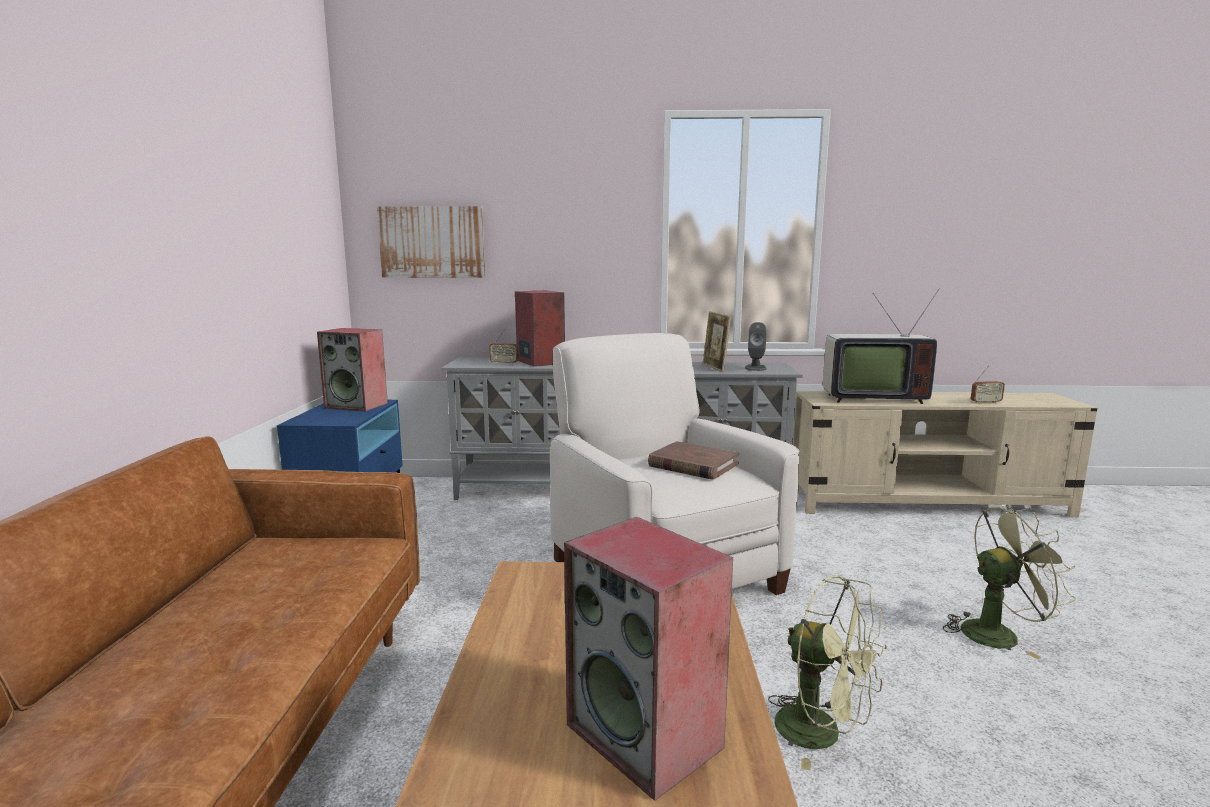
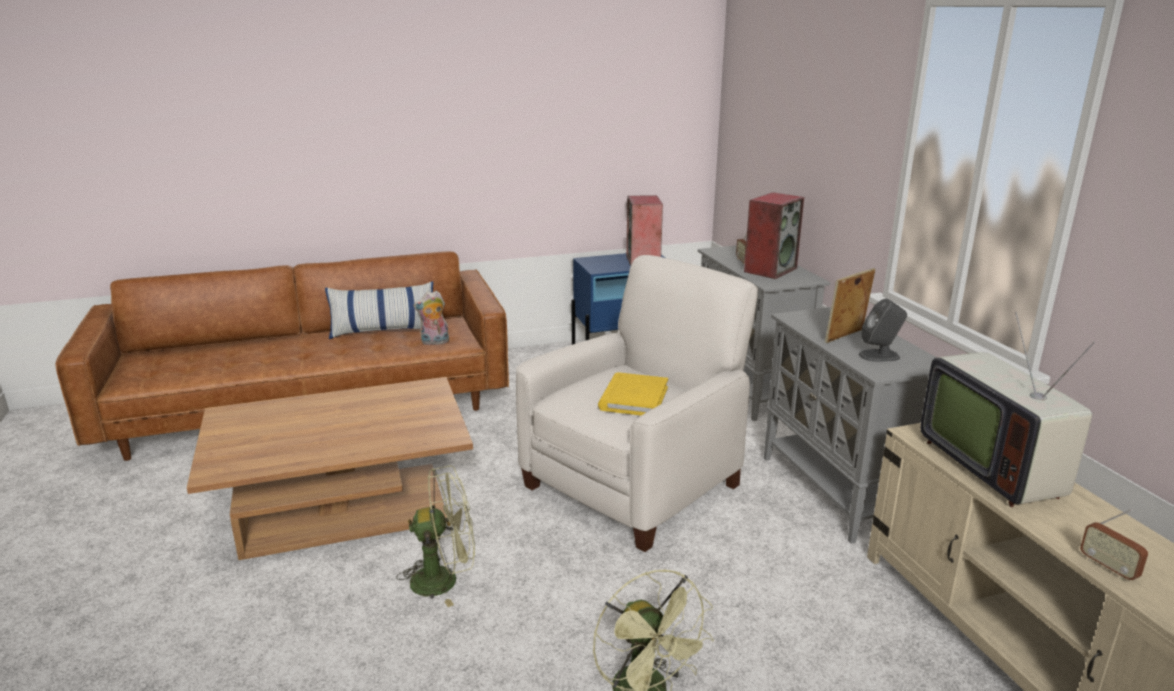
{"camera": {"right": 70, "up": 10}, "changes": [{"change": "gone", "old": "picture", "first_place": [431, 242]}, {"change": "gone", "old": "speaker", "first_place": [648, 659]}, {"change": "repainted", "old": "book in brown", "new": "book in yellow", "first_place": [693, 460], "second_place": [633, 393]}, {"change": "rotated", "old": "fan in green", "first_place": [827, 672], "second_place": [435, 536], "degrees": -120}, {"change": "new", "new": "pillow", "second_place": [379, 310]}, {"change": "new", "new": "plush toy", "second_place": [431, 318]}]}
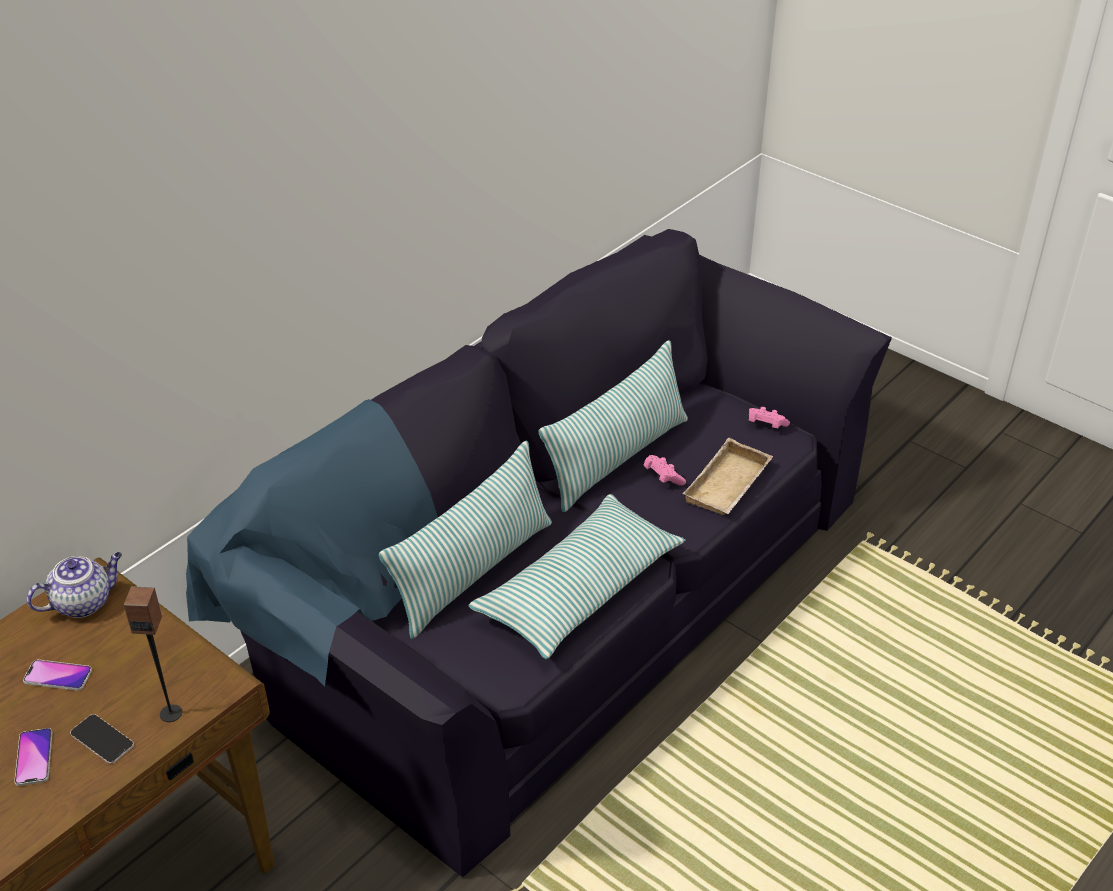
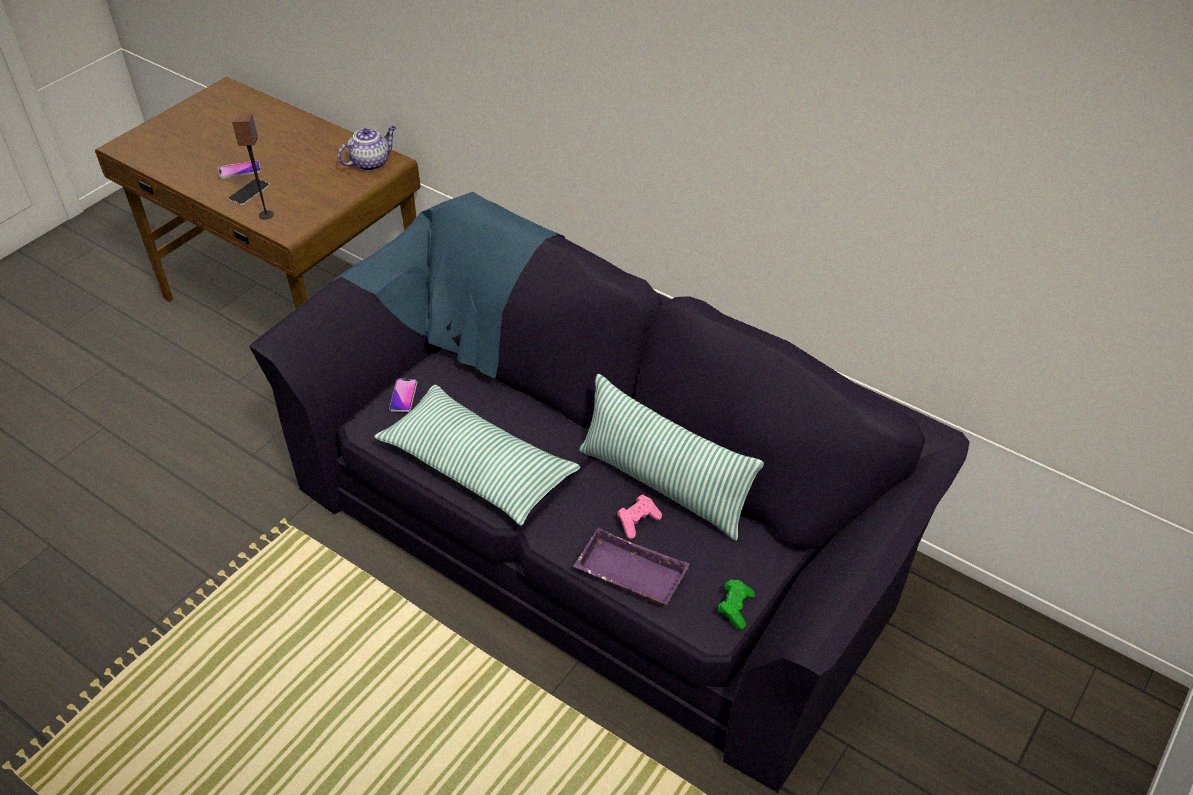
{"camera": {"right": 85, "up": 5}, "changes": [{"change": "shifted", "old": "phone", "first_place": [57, 675], "second_place": [403, 395]}, {"change": "rotated", "old": "teapot", "first_place": [74, 585], "second_place": [367, 148], "degrees": -90}, {"change": "gone", "old": "pillow", "first_place": [465, 540]}, {"change": "repainted", "old": "tray in beige", "new": "tray in purple", "first_place": [727, 476], "second_place": [631, 567]}, {"change": "repainted", "old": "game controller in pink", "new": "game controller in green", "first_place": [769, 417], "second_place": [736, 604]}]}
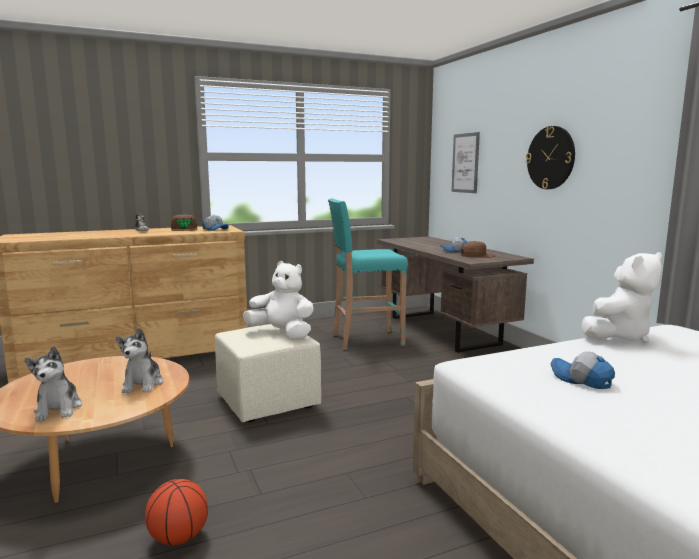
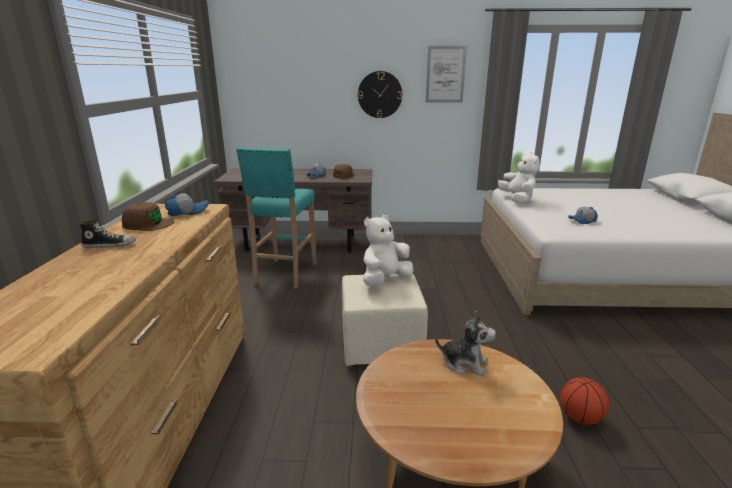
{"camera": {"right": -65, "up": 10}, "changes": [{"change": "gone", "old": "plush toy", "first_place": [53, 383]}, {"change": "shifted", "old": "picture", "first_place": [466, 162], "second_place": [446, 74]}]}
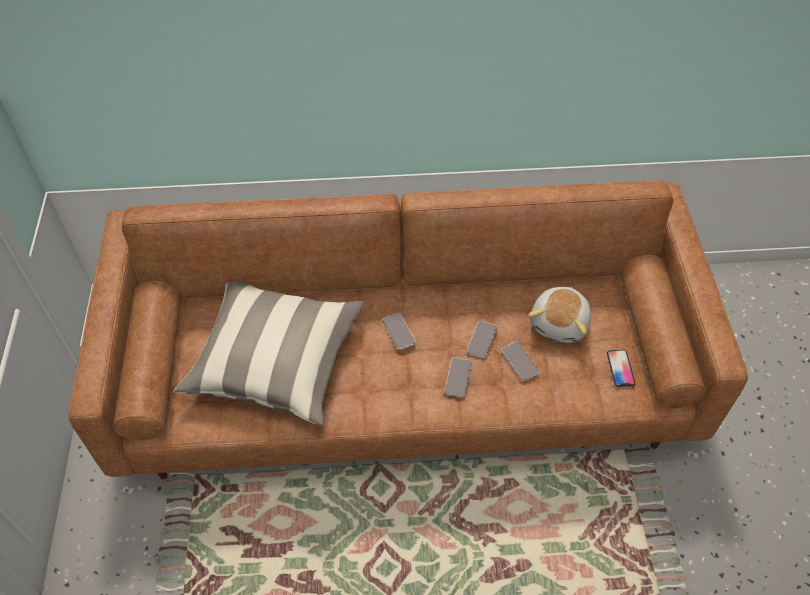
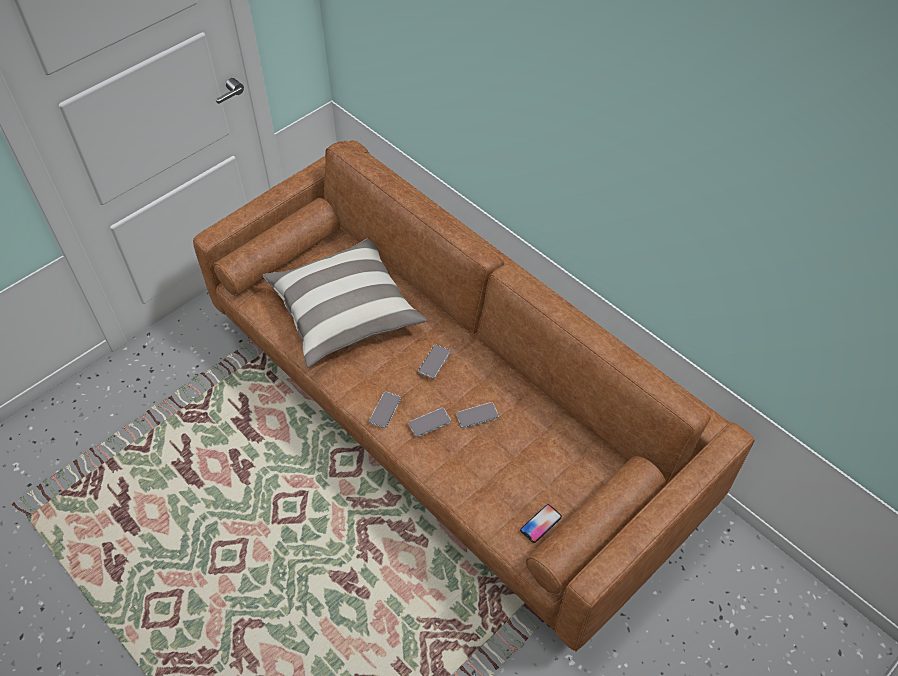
{"camera": {"right": 50, "up": 0}, "changes": [{"change": "shifted", "old": "phone", "first_place": [520, 361], "second_place": [385, 410]}, {"change": "gone", "old": "plush toy", "first_place": [559, 315]}]}
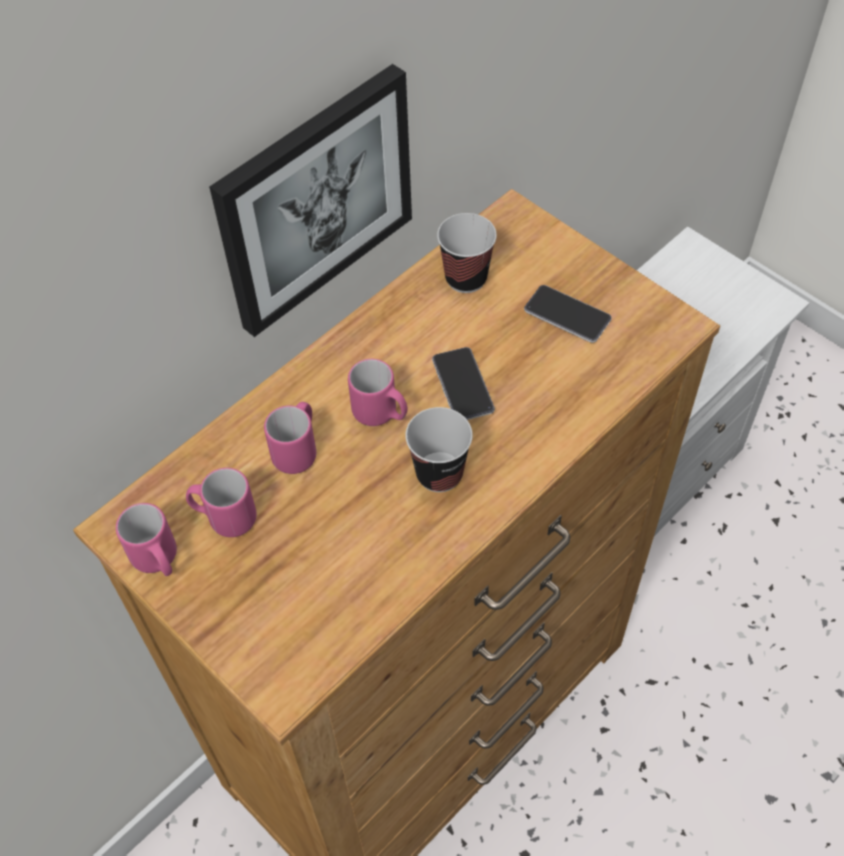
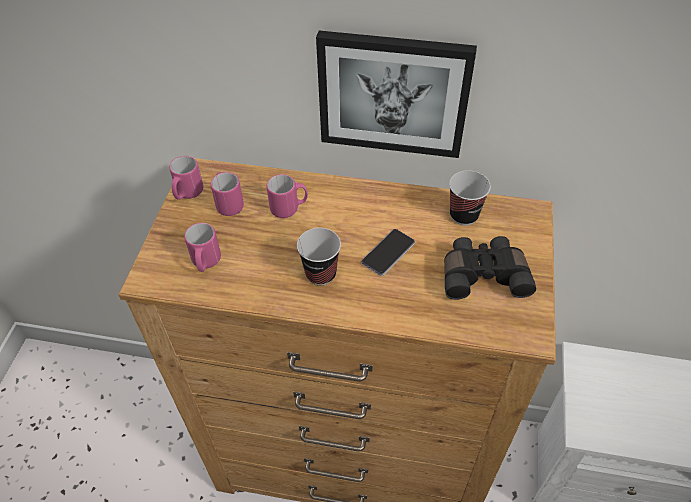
{"camera": {"right": 55, "up": -5}, "changes": [{"change": "shifted", "old": "mug in pink", "first_place": [377, 392], "second_place": [202, 247]}, {"change": "swapped", "old": "phone", "new": "binoculars in black", "first_place": [568, 314], "second_place": [490, 268]}]}
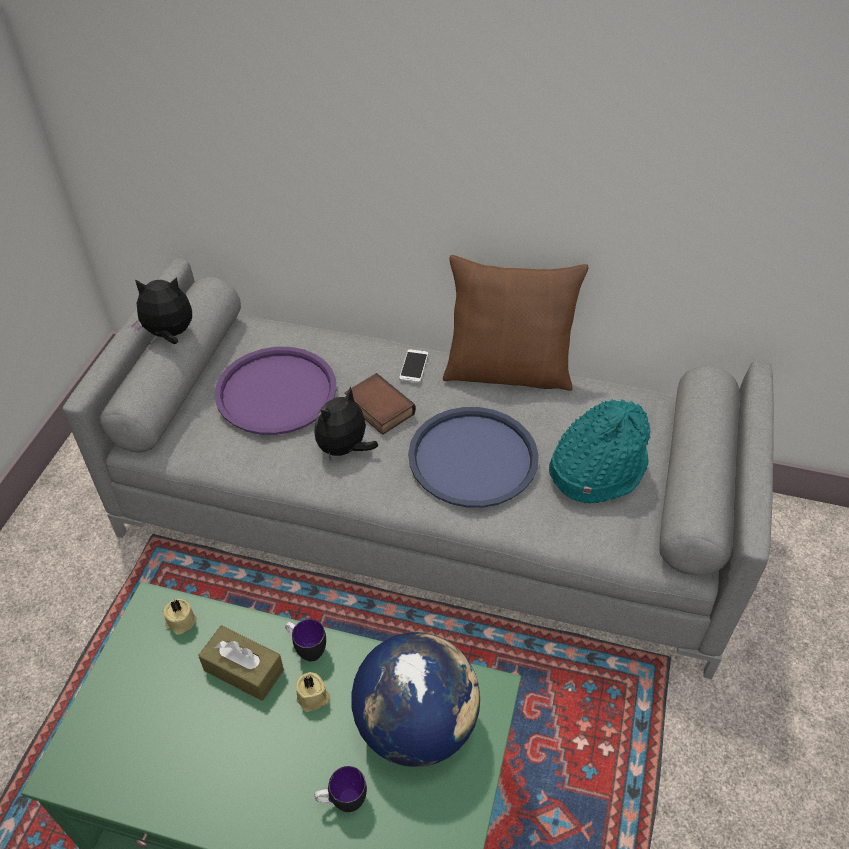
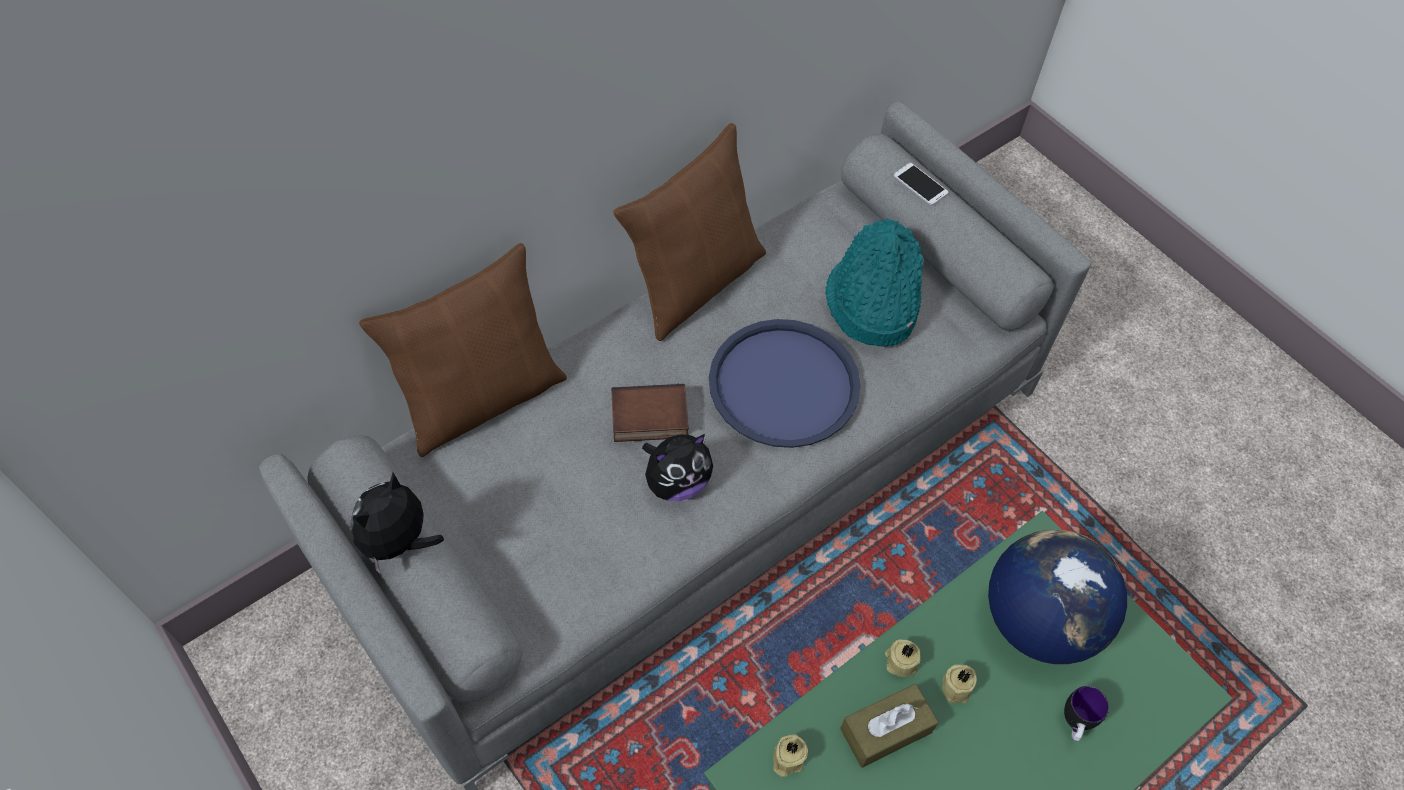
{"camera": {"right": -55, "up": 10}, "changes": [{"change": "gone", "old": "tray in purple", "first_place": [276, 391]}, {"change": "swapped", "old": "mug", "new": "candle in beige", "first_place": [305, 640], "second_place": [902, 658]}, {"change": "rotated", "old": "plush toy", "first_place": [346, 424], "second_place": [677, 467], "degrees": -105}, {"change": "shifted", "old": "phone", "first_place": [413, 366], "second_place": [921, 184]}, {"change": "new", "new": "pillow in brown", "second_place": [463, 350]}]}
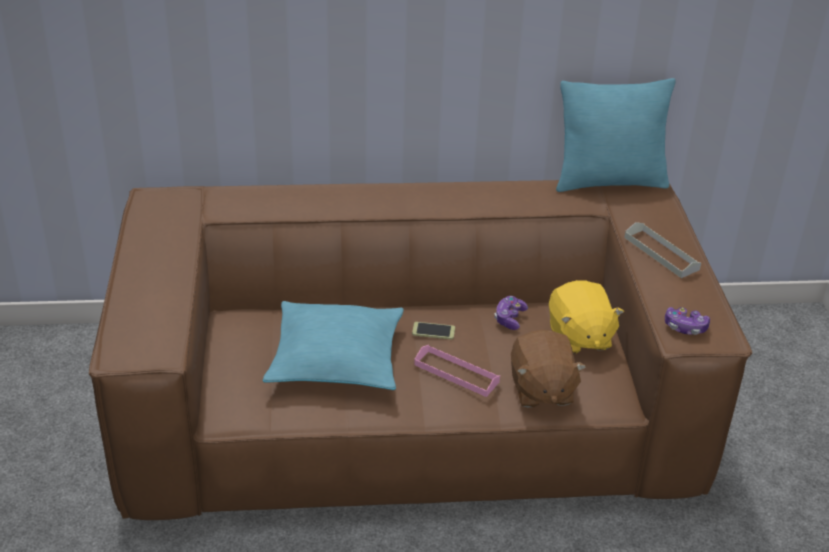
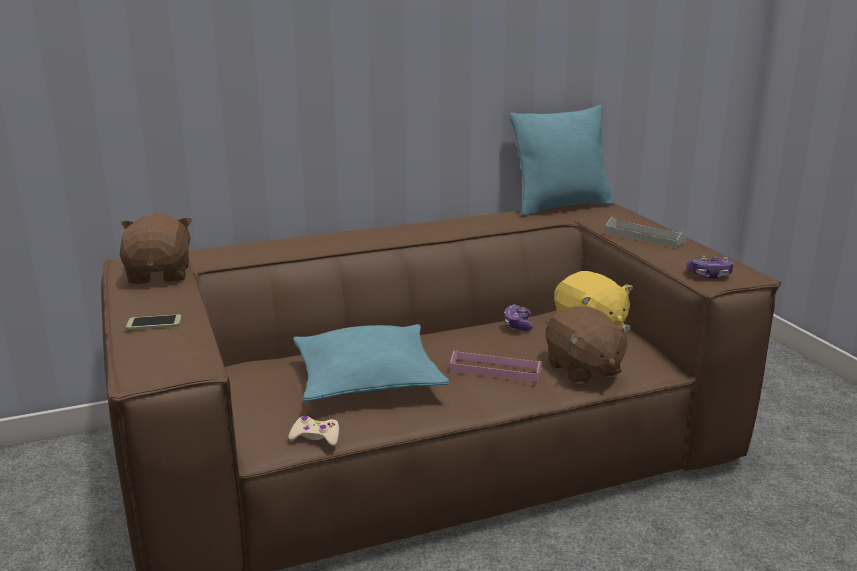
{"camera": {"right": -15, "up": -15}, "changes": [{"change": "shifted", "old": "phone", "first_place": [433, 331], "second_place": [154, 322]}, {"change": "new", "new": "plush toy in brown", "second_place": [156, 248]}, {"change": "new", "new": "game controller in beige", "second_place": [314, 431]}]}
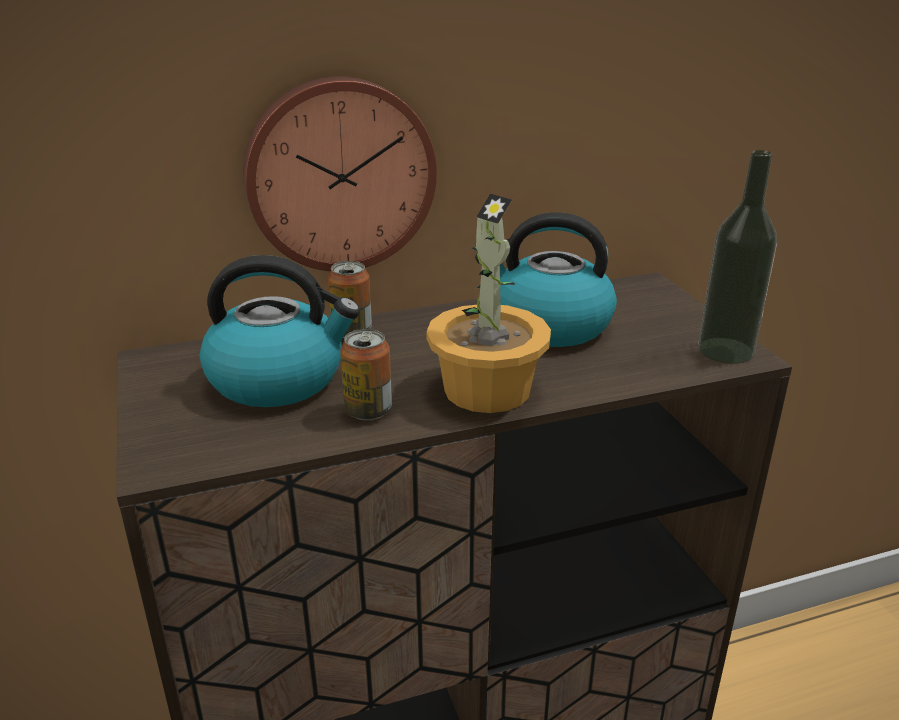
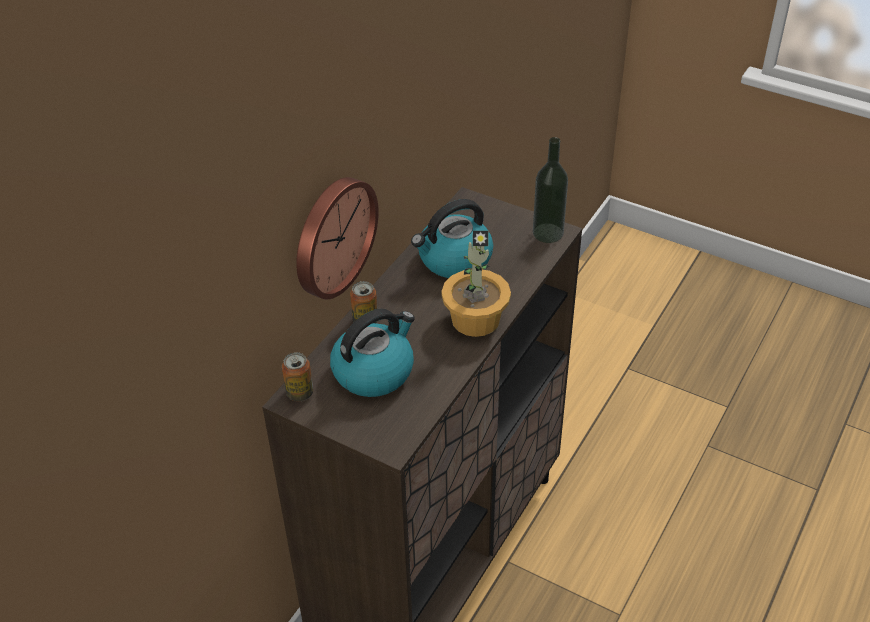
{"camera": {"right": -40, "up": 15}, "changes": [{"change": "shifted", "old": "can", "first_place": [366, 375], "second_place": [297, 376]}]}
